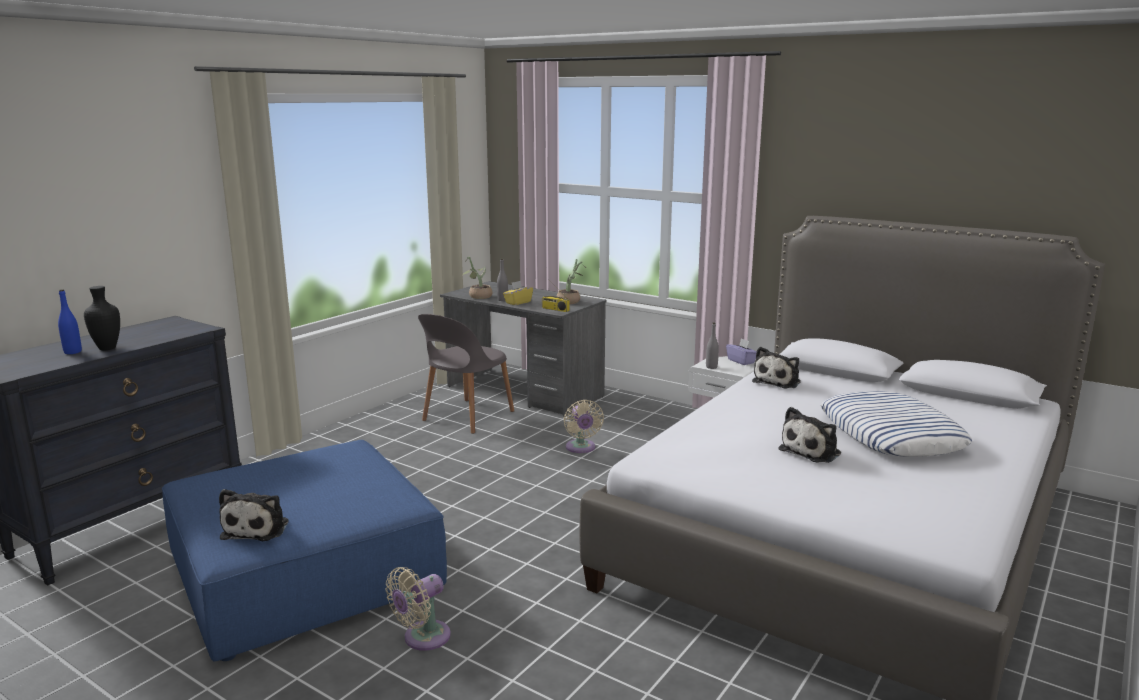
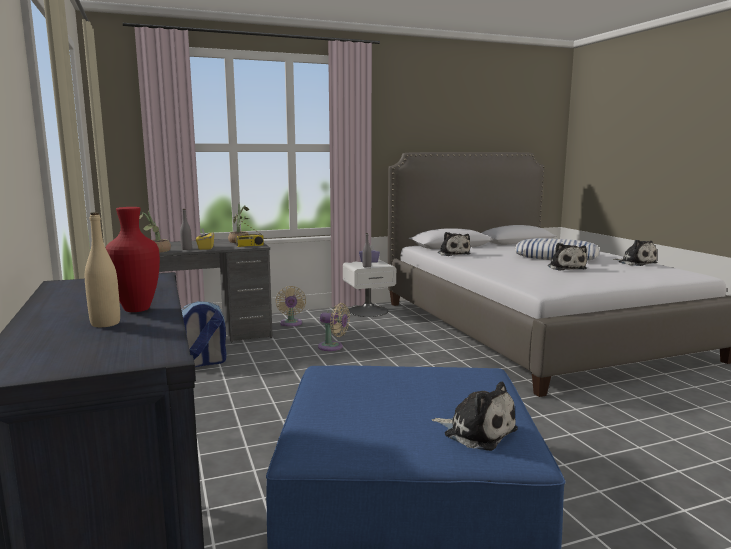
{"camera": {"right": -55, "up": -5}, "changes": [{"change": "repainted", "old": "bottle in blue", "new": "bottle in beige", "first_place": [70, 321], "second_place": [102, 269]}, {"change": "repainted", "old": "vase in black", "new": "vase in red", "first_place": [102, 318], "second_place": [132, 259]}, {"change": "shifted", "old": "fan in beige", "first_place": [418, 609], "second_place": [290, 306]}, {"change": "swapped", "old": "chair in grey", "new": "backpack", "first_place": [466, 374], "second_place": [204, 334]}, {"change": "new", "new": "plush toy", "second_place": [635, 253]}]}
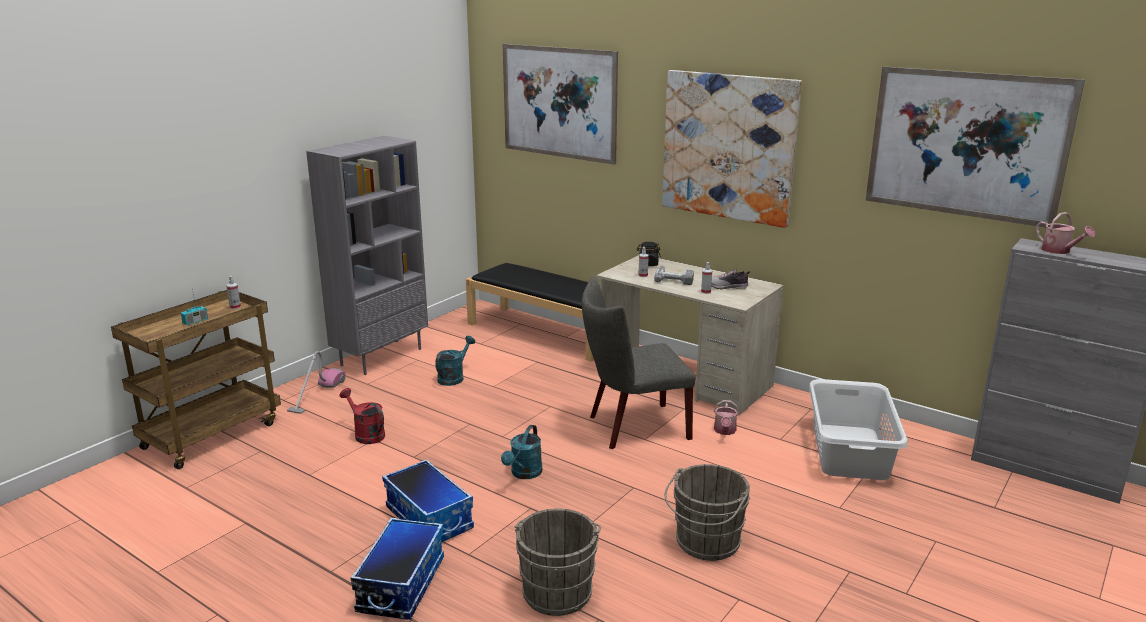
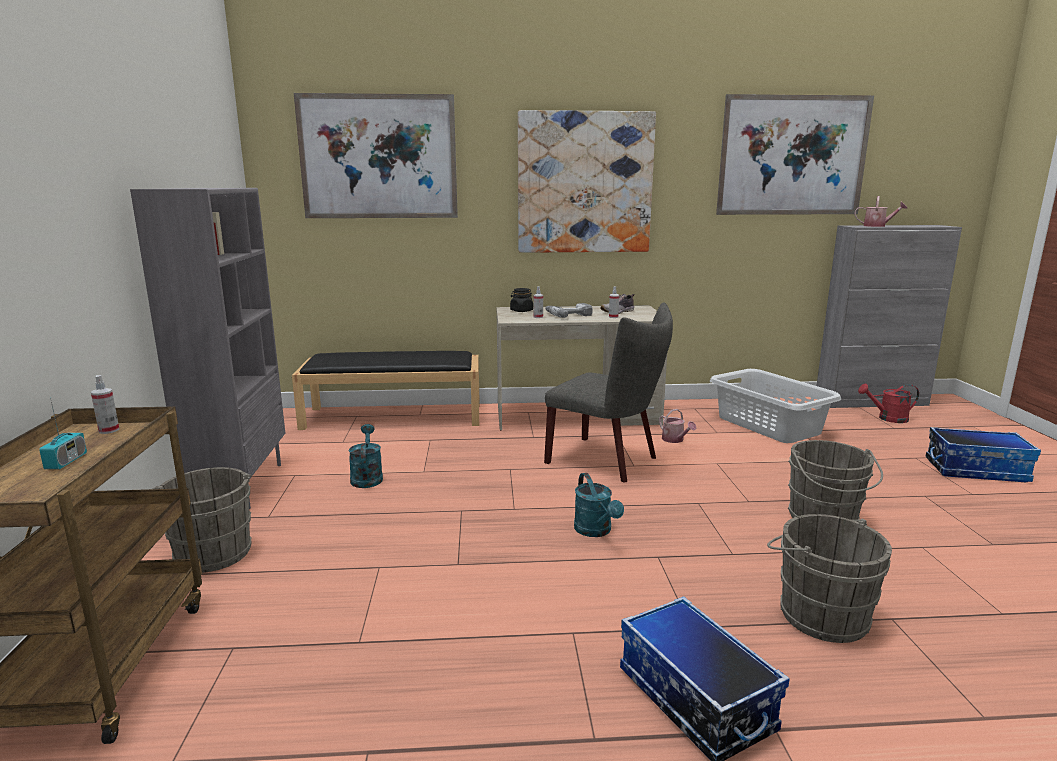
{"camera": {"right": -40, "up": -5}, "changes": [{"change": "swapped", "old": "vacuum cleaner", "new": "bucket in grey", "first_place": [316, 382], "second_place": [202, 520]}, {"change": "shifted", "old": "watering can in red", "first_place": [362, 416], "second_place": [888, 403]}, {"change": "shifted", "old": "storage box", "first_place": [428, 500], "second_place": [983, 454]}, {"change": "rotated", "old": "chair in grey", "first_place": [639, 363], "second_place": [608, 392], "degrees": -90}]}
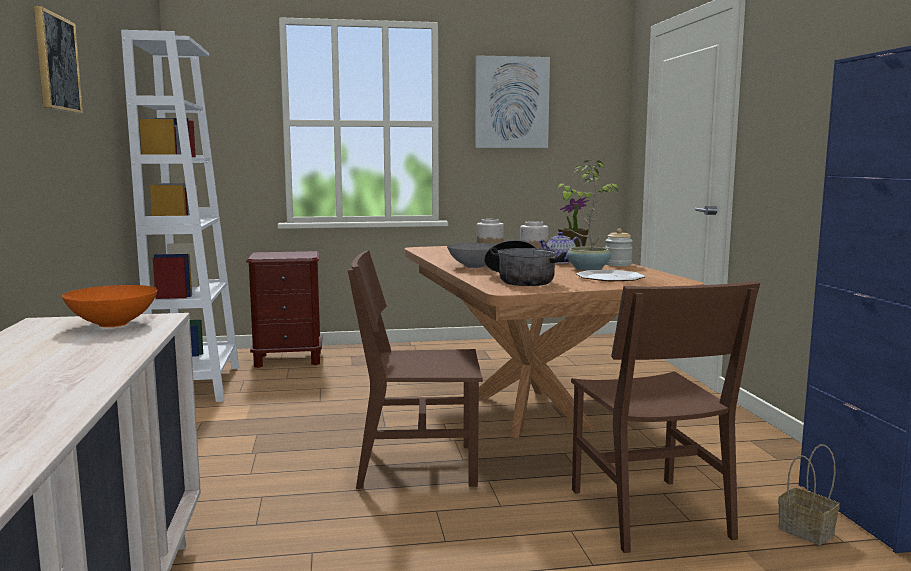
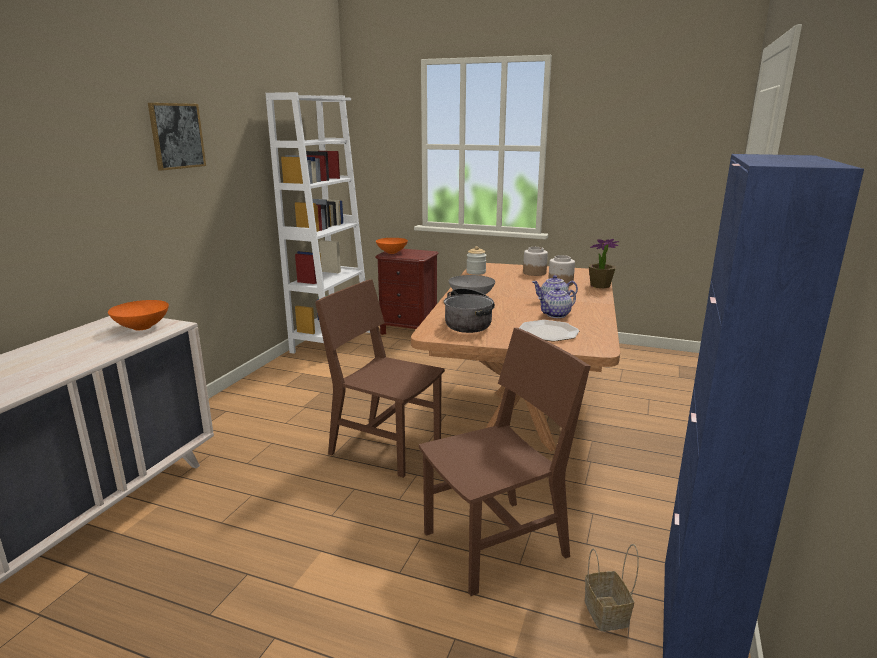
{"camera": {"right": 30, "up": 10}, "changes": [{"change": "gone", "old": "picture", "first_place": [512, 101]}, {"change": "swapped", "old": "potted plant", "new": "teapot", "first_place": [588, 215], "second_place": [557, 302]}, {"change": "rotated", "old": "chair in brown", "first_place": [665, 417], "second_place": [505, 462], "degrees": -135}, {"change": "shifted", "old": "jar", "first_place": [619, 247], "second_place": [476, 260]}, {"change": "new", "new": "bowl in orange", "second_place": [392, 246]}]}
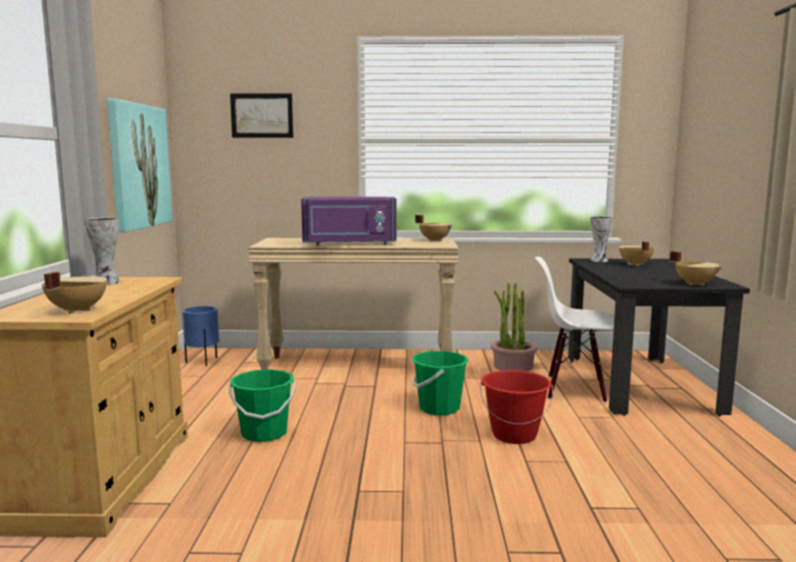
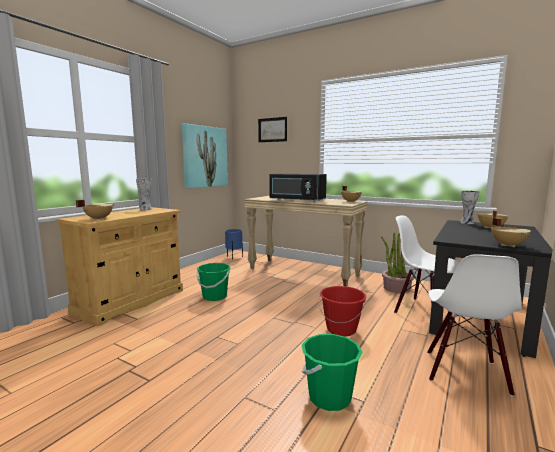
{"camera": {"right": 30, "up": 0}, "changes": [{"change": "repainted", "old": "microwave in purple", "new": "microwave in black", "first_place": [349, 221], "second_place": [298, 187]}, {"change": "shifted", "old": "bucket in green", "first_place": [440, 383], "second_place": [332, 372]}, {"change": "new", "new": "chair in white", "second_place": [474, 325]}]}
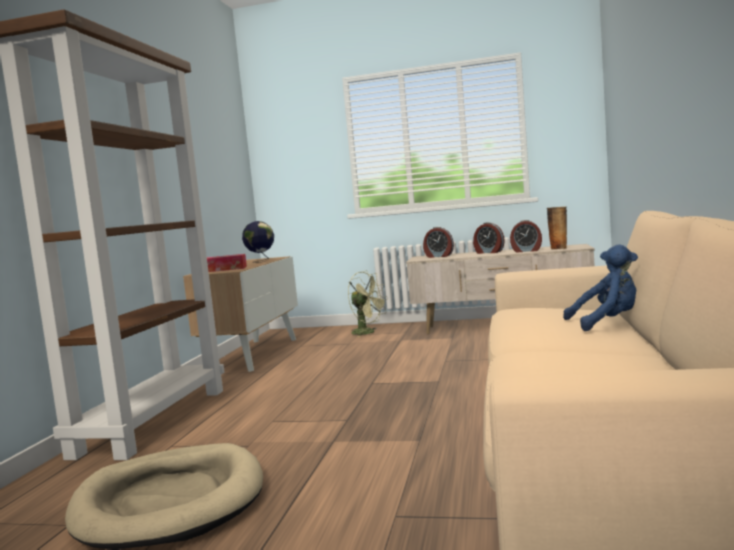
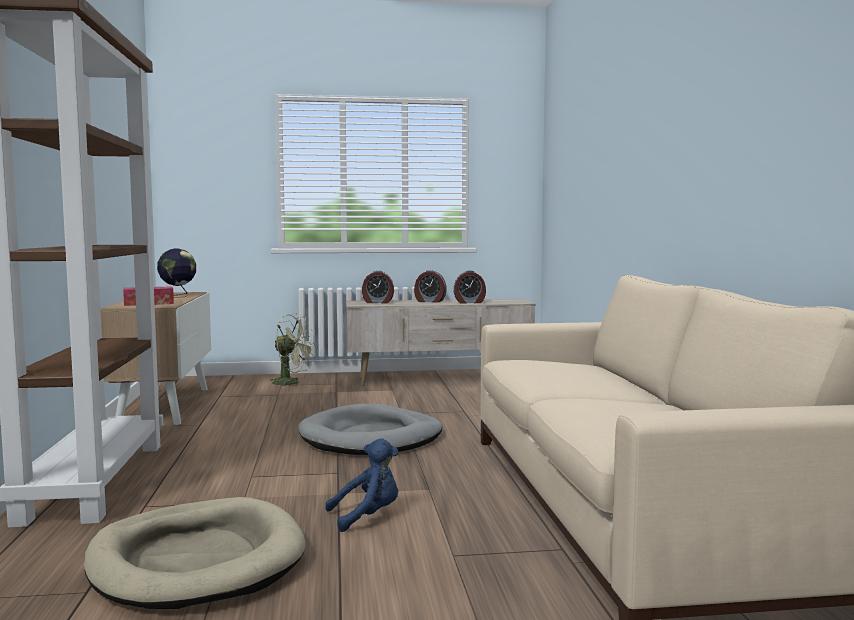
{"camera": {"right": -20, "up": 0}, "changes": [{"change": "gone", "old": "vase", "first_place": [557, 228]}, {"change": "shifted", "old": "plush toy in blue", "first_place": [600, 287], "second_place": [361, 485]}, {"change": "new", "new": "dog bed in grey", "second_place": [370, 429]}]}
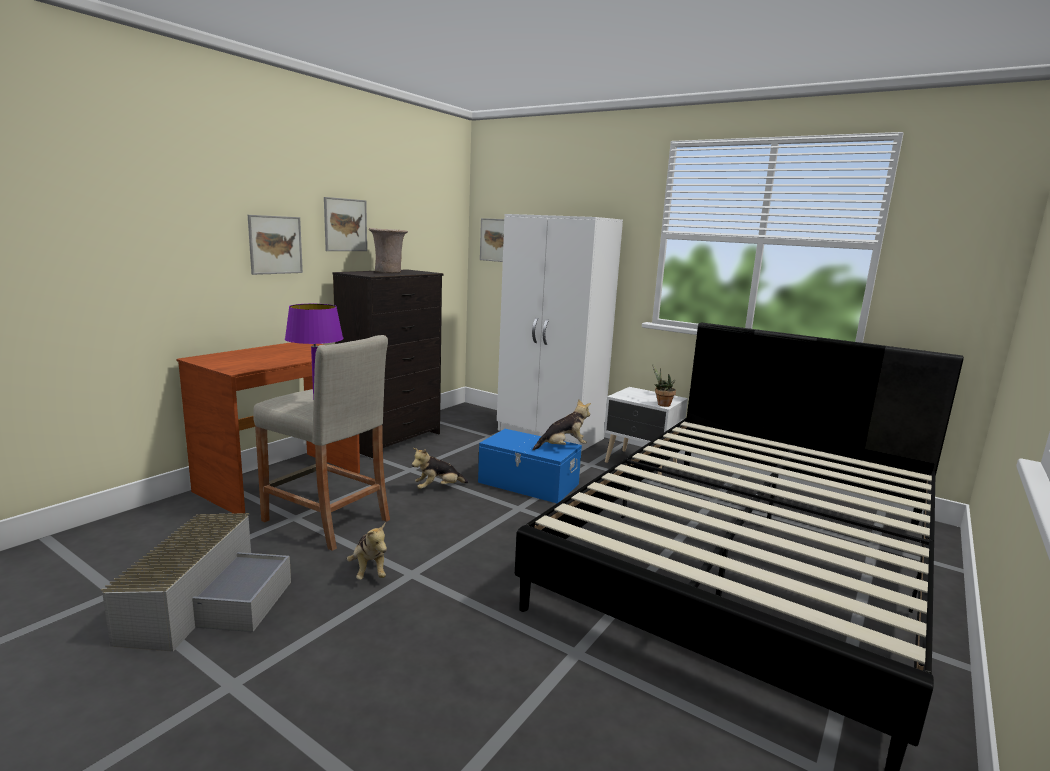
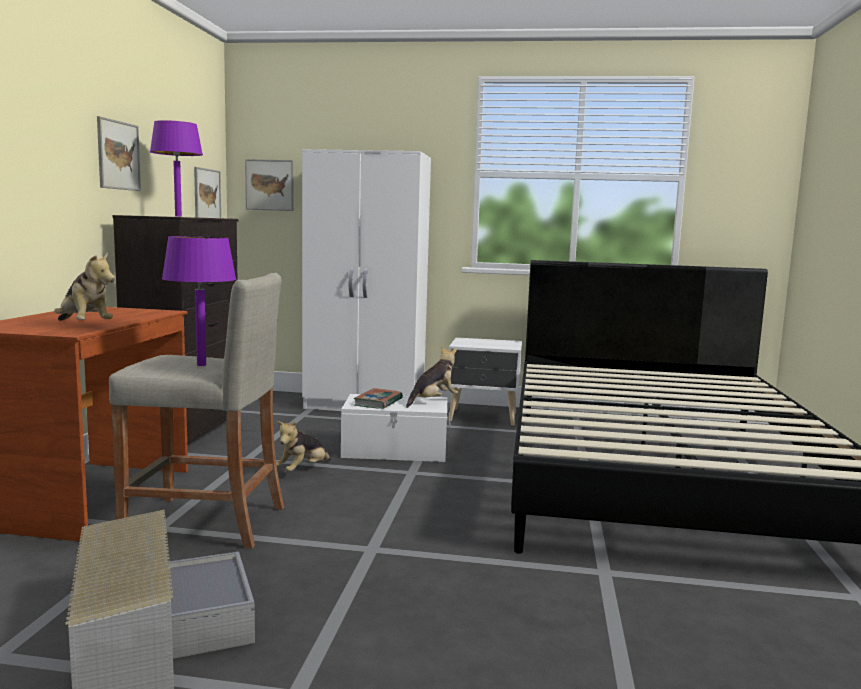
{"camera": {"right": -25, "up": -5}, "changes": [{"change": "shifted", "old": "picture", "first_place": [275, 245], "second_place": [207, 192]}, {"change": "shifted", "old": "plush toy", "first_place": [367, 551], "second_place": [84, 286]}, {"change": "swapped", "old": "vase in beige", "new": "table lamp in purple", "first_place": [388, 250], "second_place": [176, 168]}, {"change": "repainted", "old": "storage box in blue", "new": "storage box in white", "first_place": [530, 466], "second_place": [395, 428]}, {"change": "gone", "old": "potted plant", "first_place": [664, 385]}, {"change": "new", "new": "book", "second_place": [378, 398]}]}
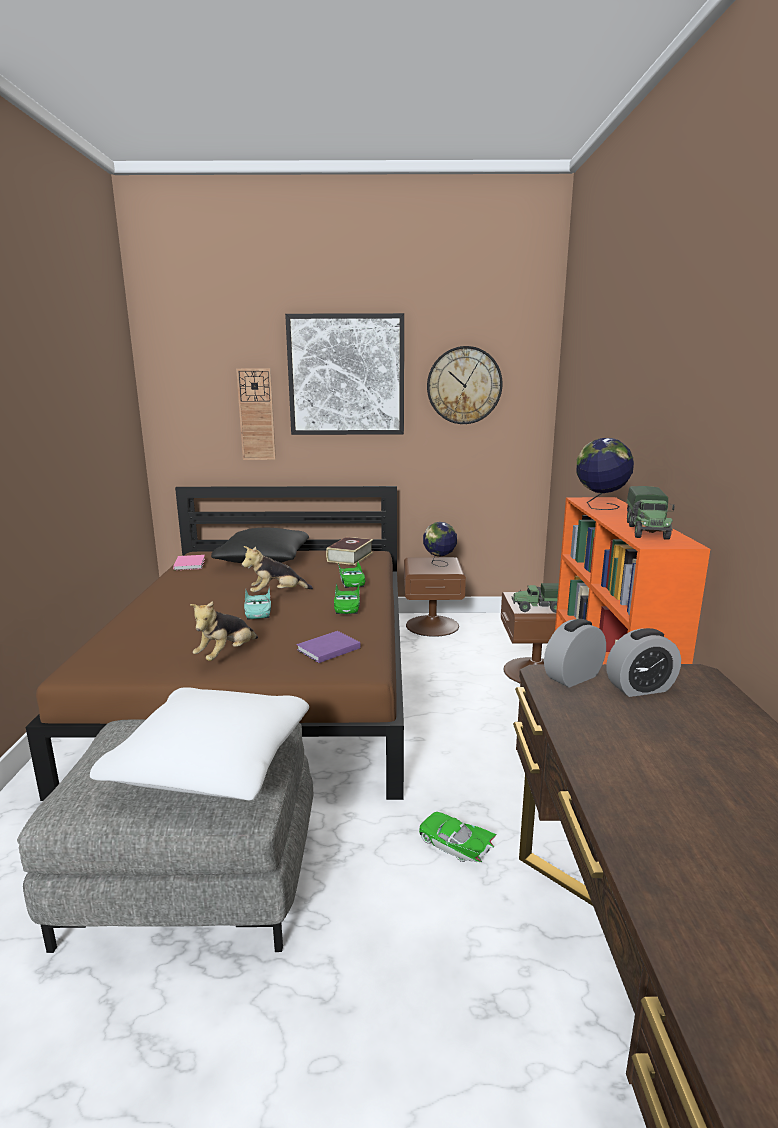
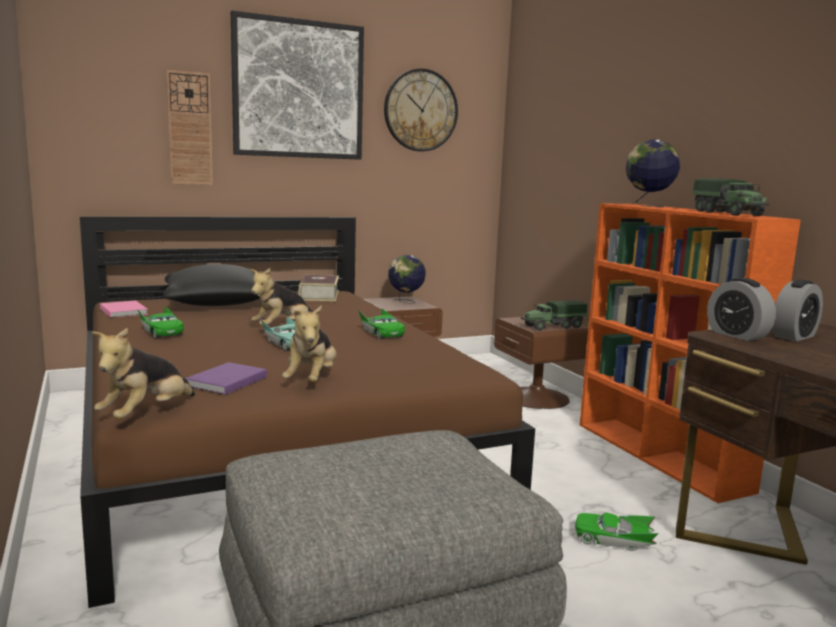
{"camera": {"right": -25, "up": -5}, "changes": [{"change": "gone", "old": "pillow in white", "first_place": [199, 744]}, {"change": "shifted", "old": "book in purple", "first_place": [328, 647], "second_place": [226, 378]}, {"change": "shifted", "old": "toy car in green", "first_place": [351, 575], "second_place": [161, 322]}, {"change": "rotated", "old": "alarm clock", "first_place": [575, 653], "second_place": [741, 309], "degrees": -60}, {"change": "new", "new": "plush toy", "second_place": [143, 373]}]}
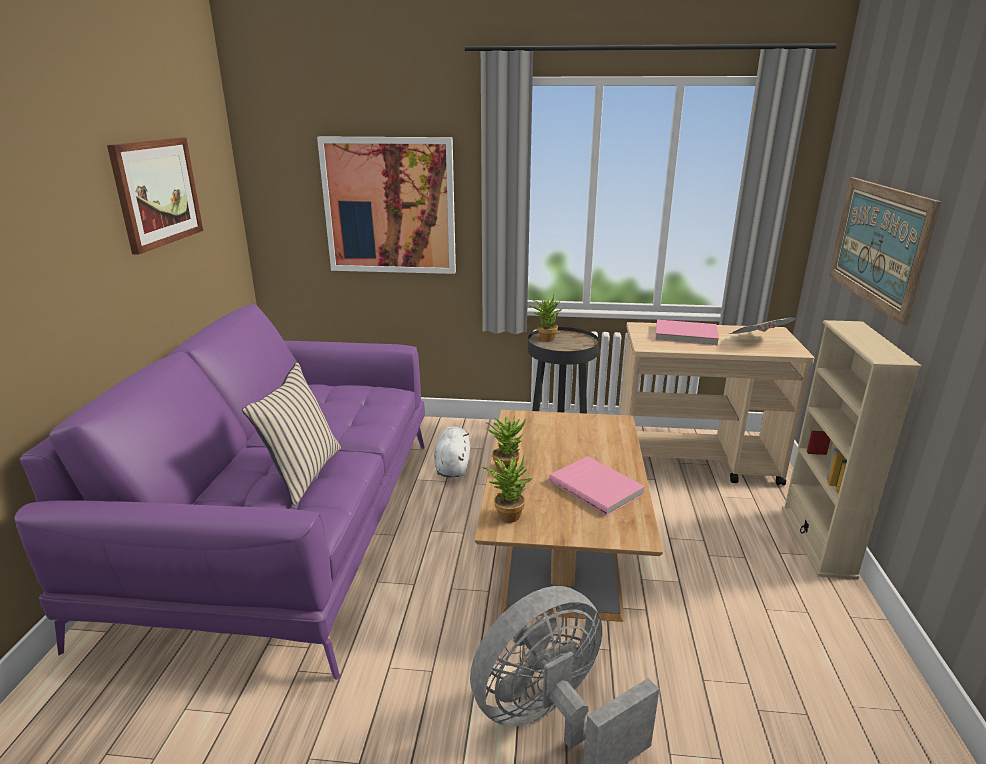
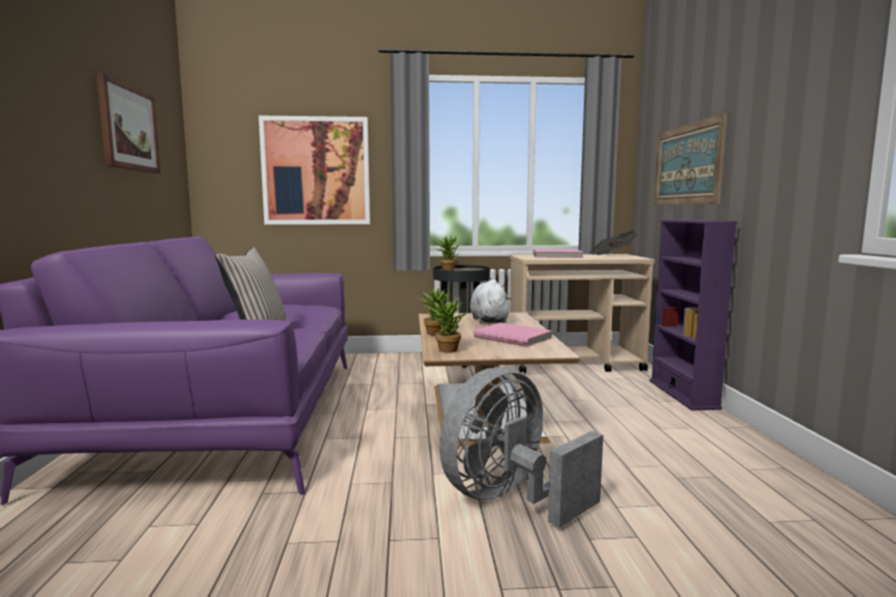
{"camera": {"right": -10, "up": -15}, "changes": [{"change": "shifted", "old": "plush toy in white", "first_place": [452, 452], "second_place": [490, 301]}, {"change": "repainted", "old": "bookcase in beige", "new": "bookcase in purple", "first_place": [852, 449], "second_place": [693, 315]}]}
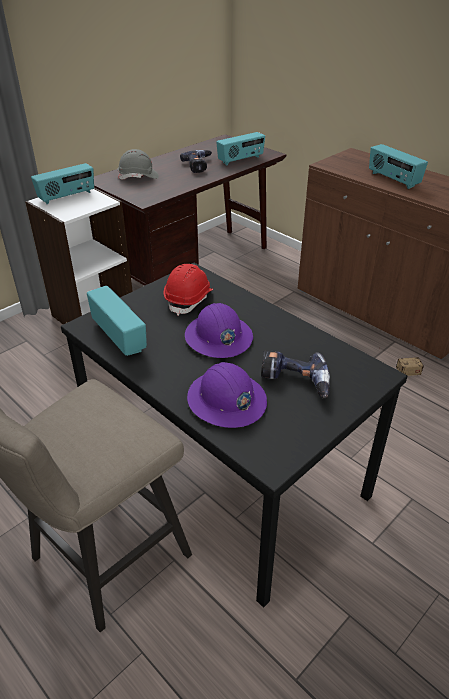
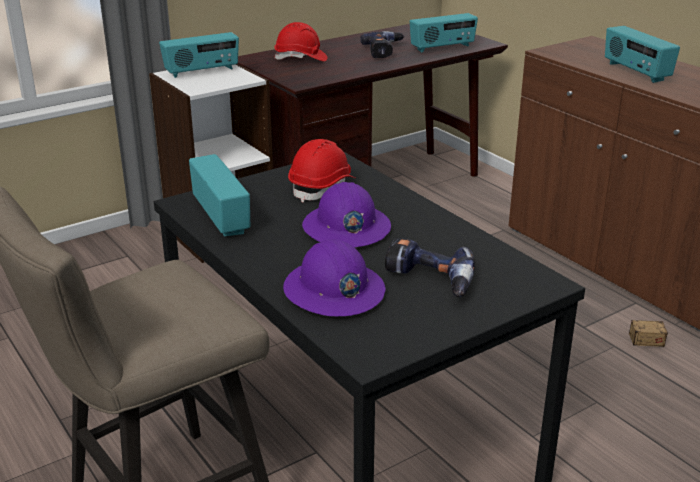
{"camera": {"right": 10, "up": -10}, "changes": [{"change": "repainted", "old": "hard hat in grey", "new": "hard hat in red", "first_place": [138, 164], "second_place": [301, 41]}]}
